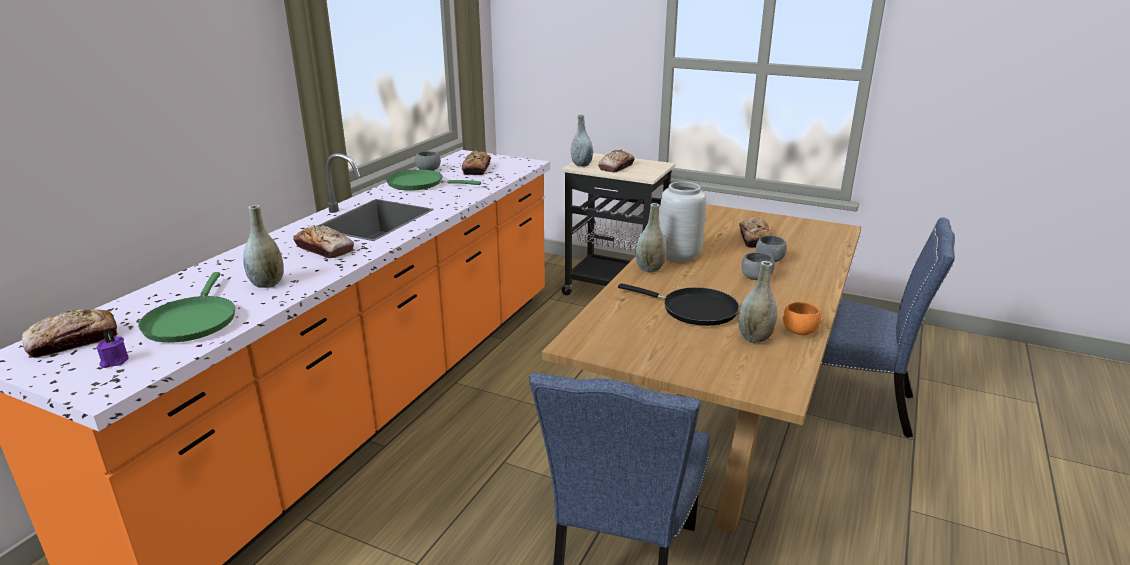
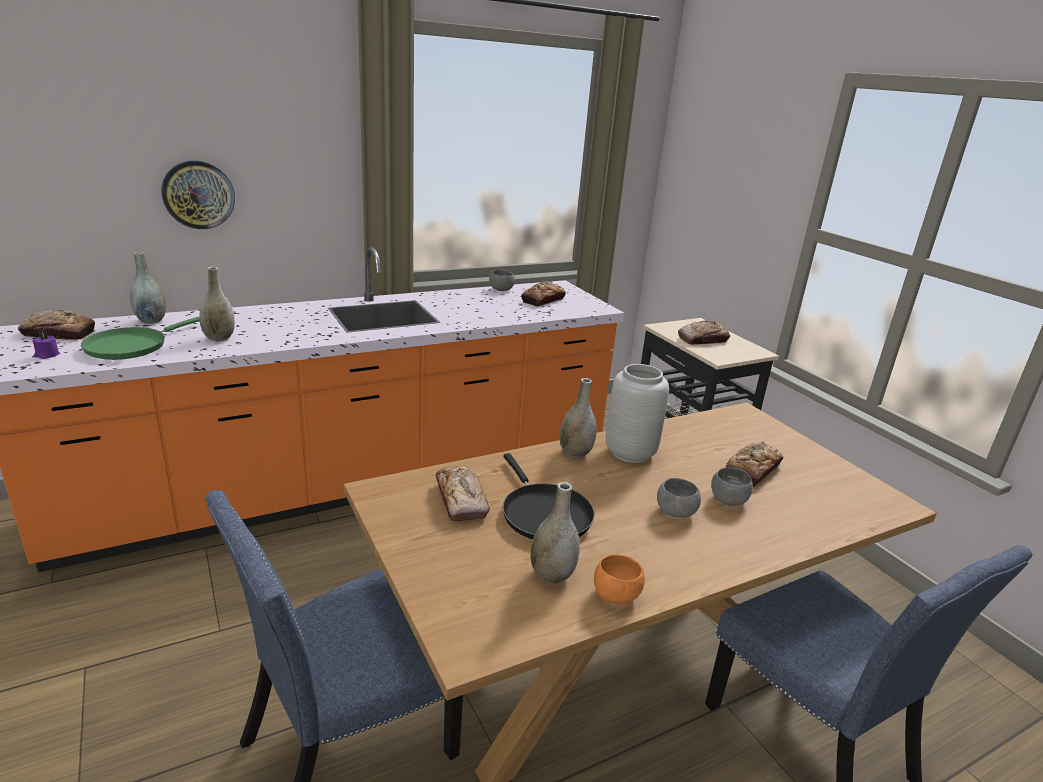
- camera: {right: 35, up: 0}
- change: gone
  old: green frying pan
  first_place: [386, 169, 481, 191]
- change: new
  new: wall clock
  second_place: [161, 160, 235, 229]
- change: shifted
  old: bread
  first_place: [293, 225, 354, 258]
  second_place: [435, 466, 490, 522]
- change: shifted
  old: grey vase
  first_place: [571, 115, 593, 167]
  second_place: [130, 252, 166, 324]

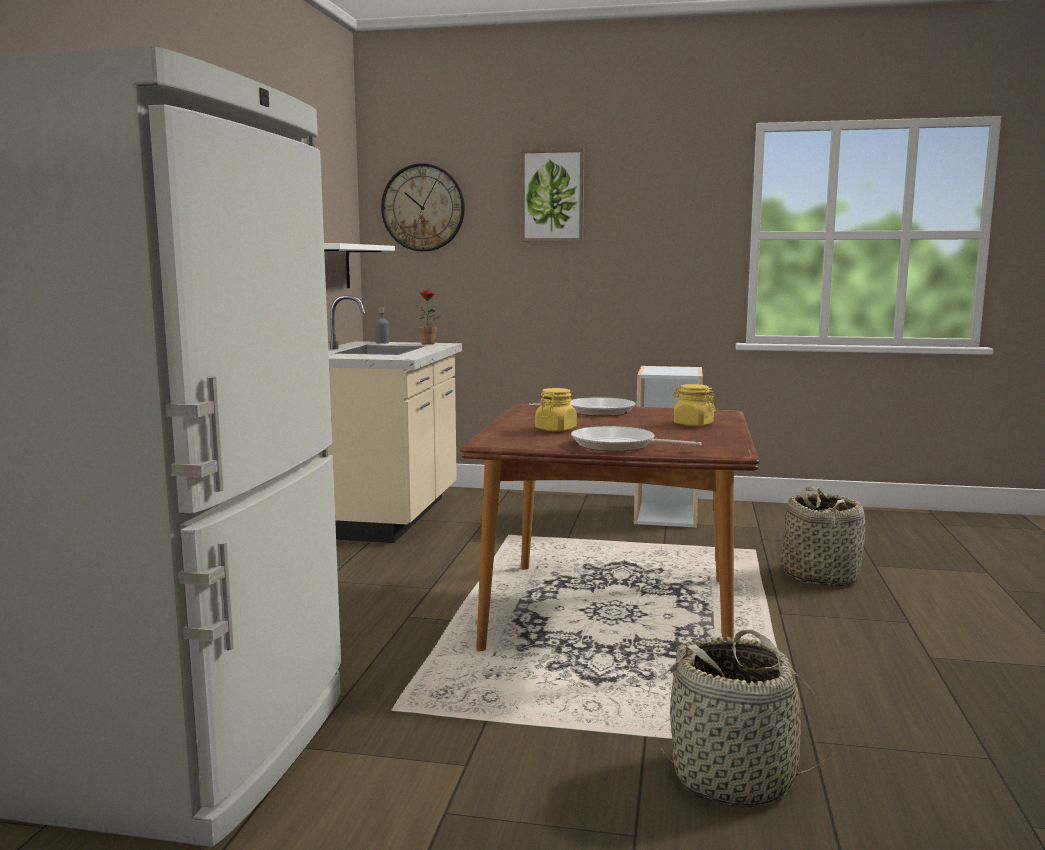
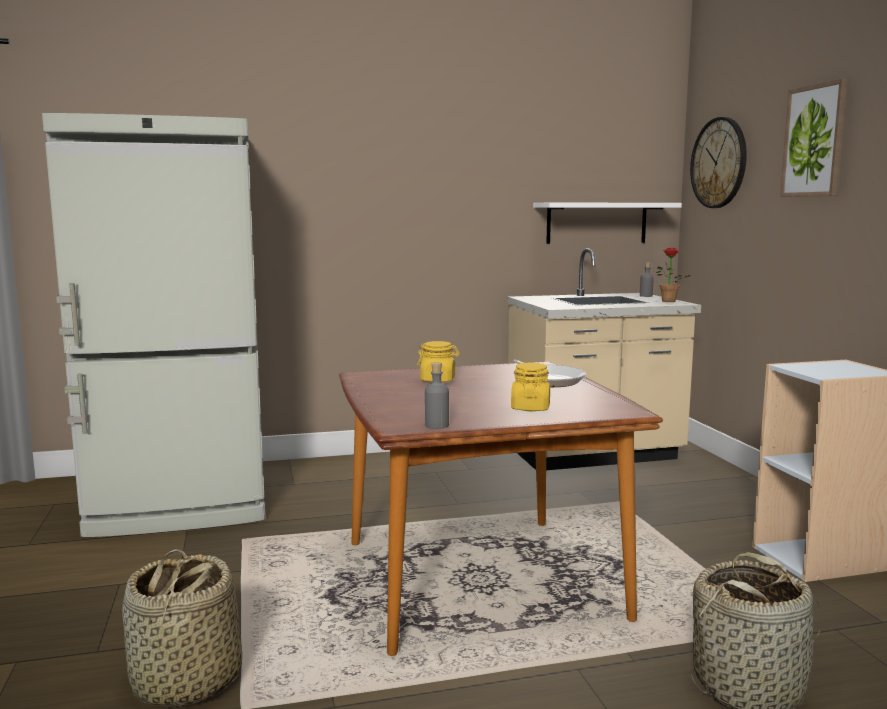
- camera: {right: 65, up: 0}
- change: gone
  old: frying pan
  first_place: [571, 426, 701, 451]
- change: new
  new: grey bottle
  second_place: [425, 362, 449, 429]

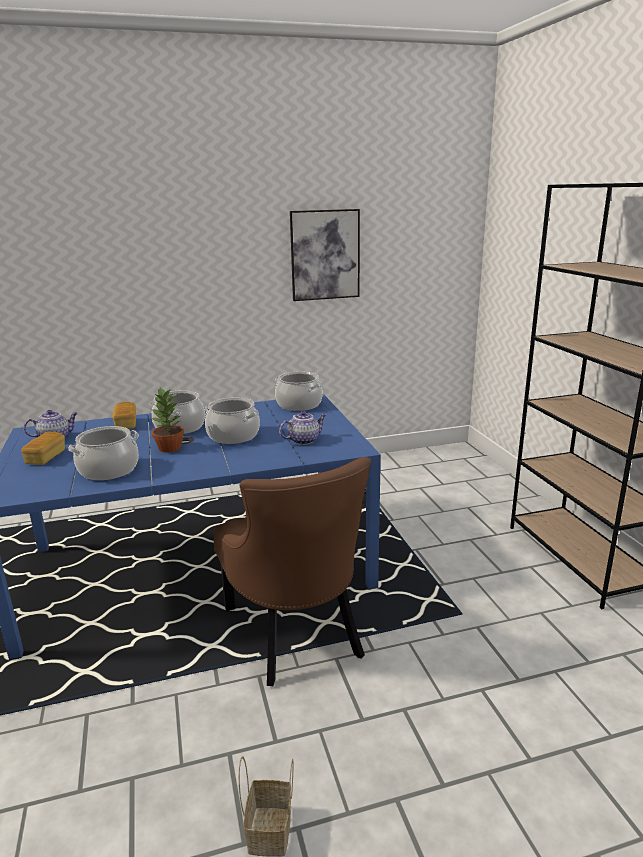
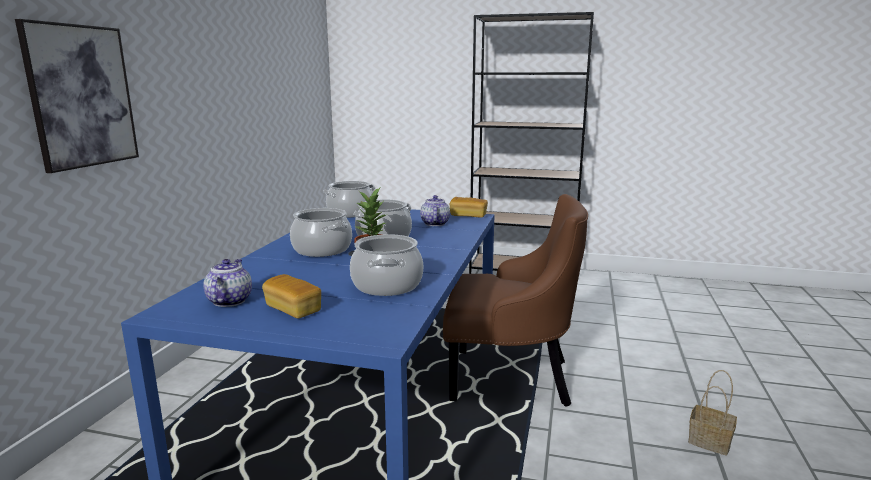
- camera: {right: -60, up: -5}
- change: shifted
  old: bread
  first_place: [112, 402, 136, 429]
  second_place: [450, 197, 488, 218]
- change: shifted
  old: picture
  first_place: [290, 209, 360, 301]
  second_place: [15, 19, 139, 173]

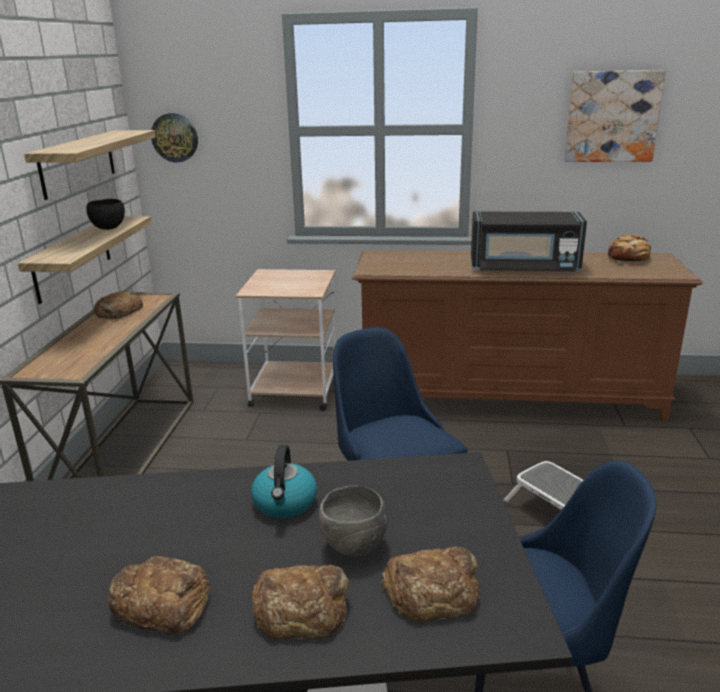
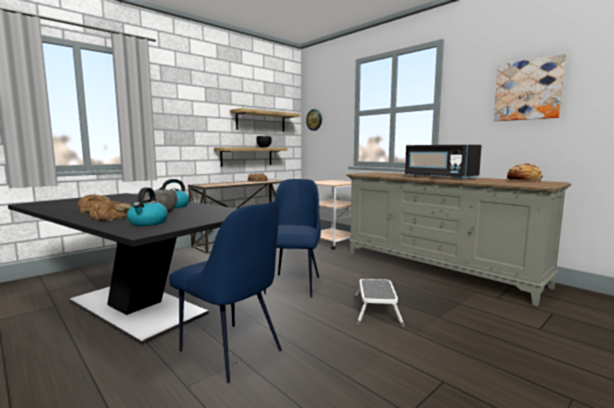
- camera: {right: 40, up: -15}
- change: swapped
  old: bread
  new: kettle
  first_place: [382, 547, 480, 623]
  second_place: [127, 187, 168, 226]
- change: repainted
  old: brown cabinet
  new: grey cabinet
  first_place: [352, 251, 703, 422]
  second_place: [346, 172, 571, 306]

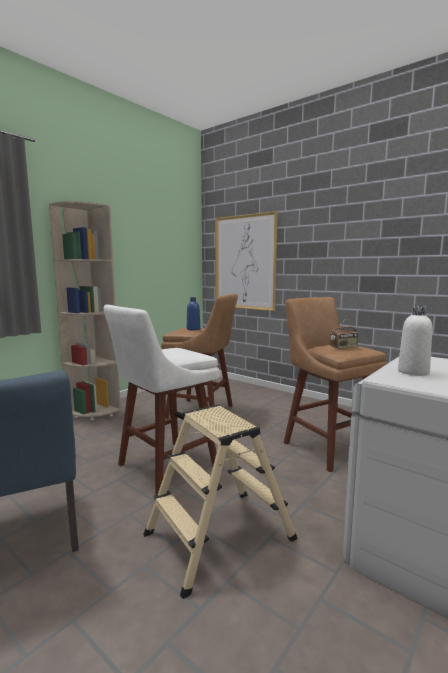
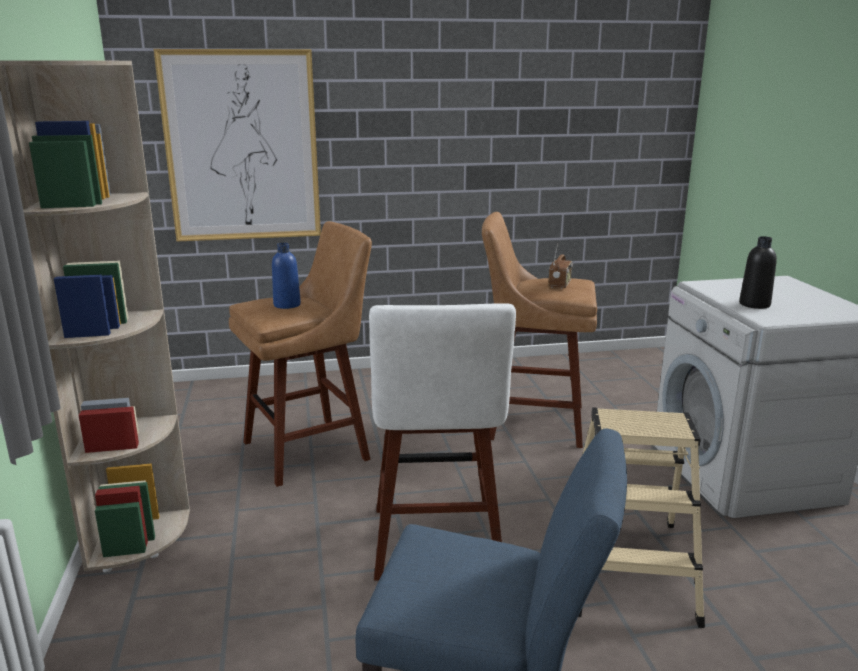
- camera: {right: -50, up: 10}
- change: repainted
  old: white bottle
  new: black bottle
  first_place: [398, 306, 432, 376]
  second_place: [739, 236, 777, 309]

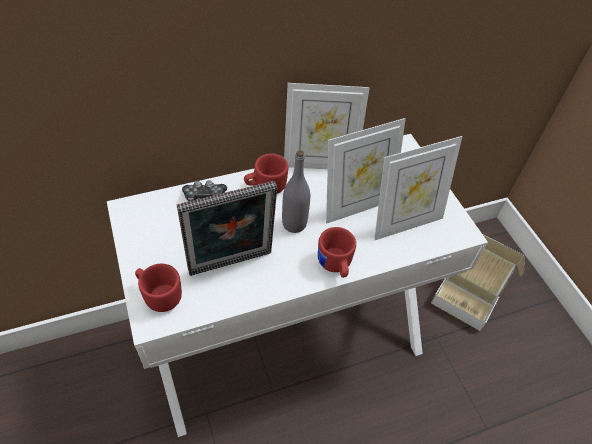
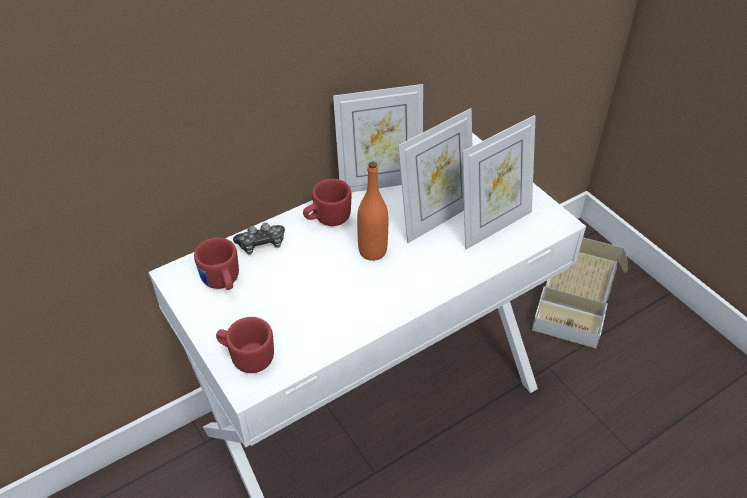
- camera: {right: -10, up: -5}
- change: gone
  old: picture frame
  first_place: [177, 181, 277, 276]
- change: shifted
  old: red mug
  first_place: [318, 227, 356, 278]
  second_place: [194, 237, 239, 290]
- change: repainted
  old: grey bottle
  new: orange bottle
  first_place: [282, 150, 310, 233]
  second_place: [357, 161, 388, 261]

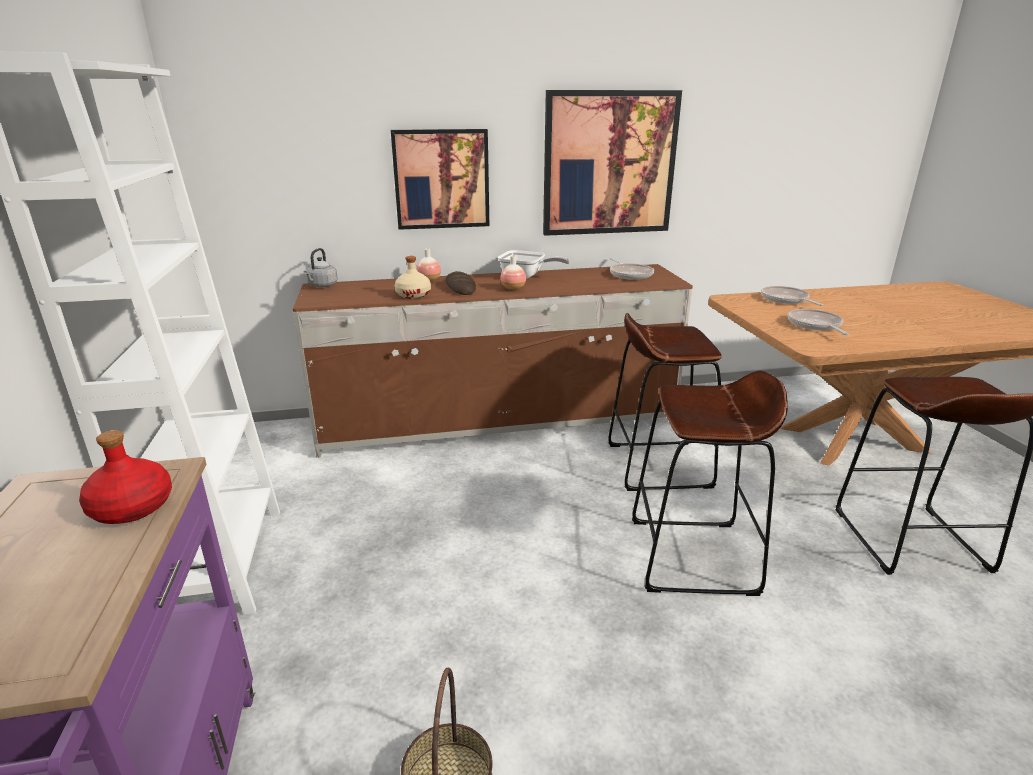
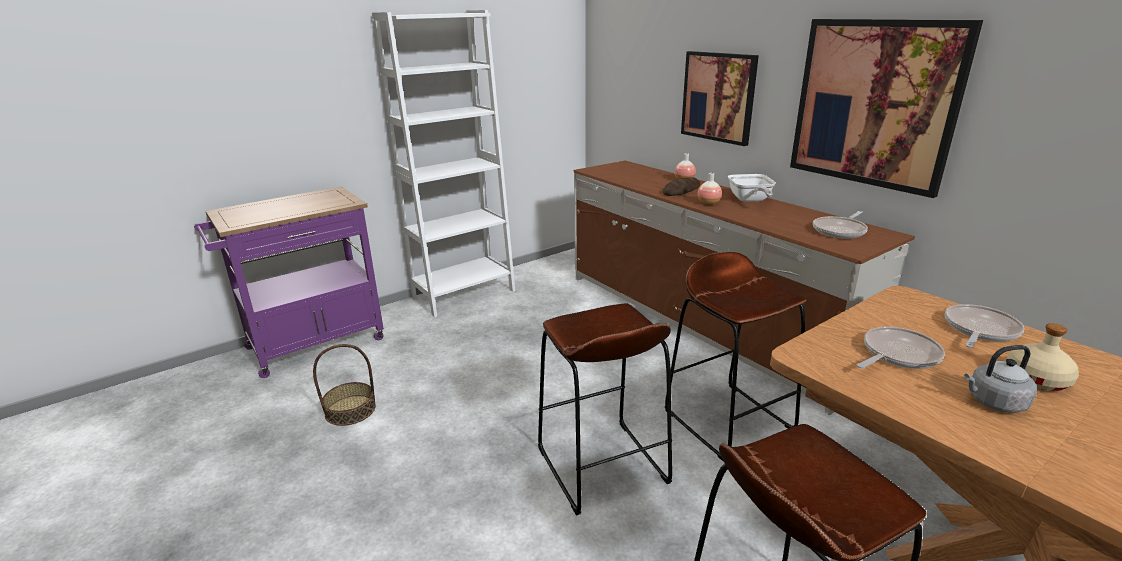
- camera: {right: 65, up: 0}
- change: gone
  old: red bottle
  first_place: [79, 430, 172, 524]
- change: shifted
  old: grey kettle
  first_place: [304, 248, 338, 287]
  second_place: [964, 345, 1037, 413]
- change: shifted
  old: beige bottle
  first_place: [394, 256, 431, 299]
  second_place: [1007, 323, 1079, 391]

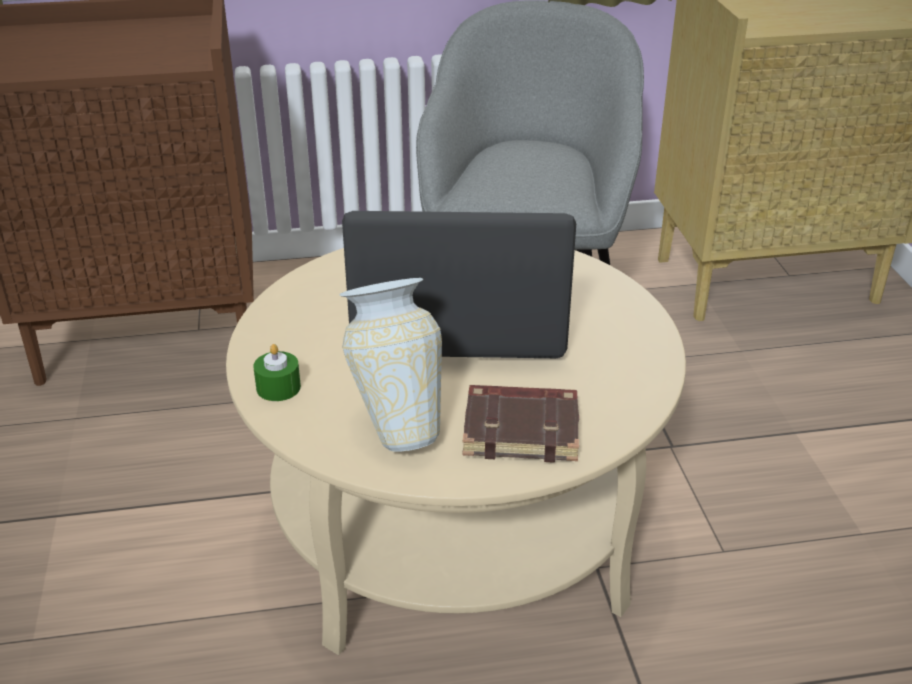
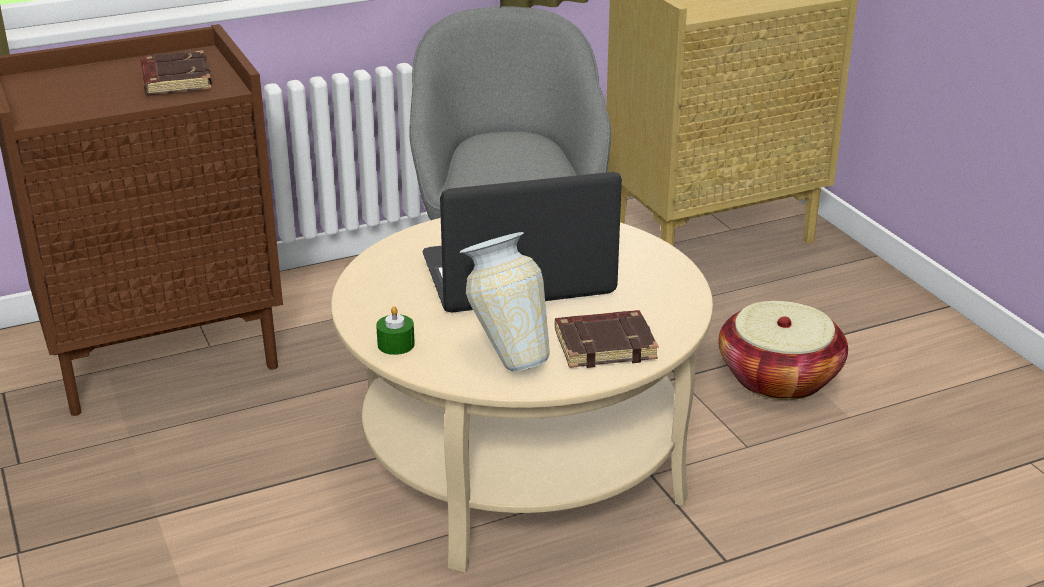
- camera: {right: -15, up: -5}
- change: new
  new: brown book
  second_place: [140, 50, 212, 95]
- change: new
  new: basket
  second_place: [719, 301, 848, 400]

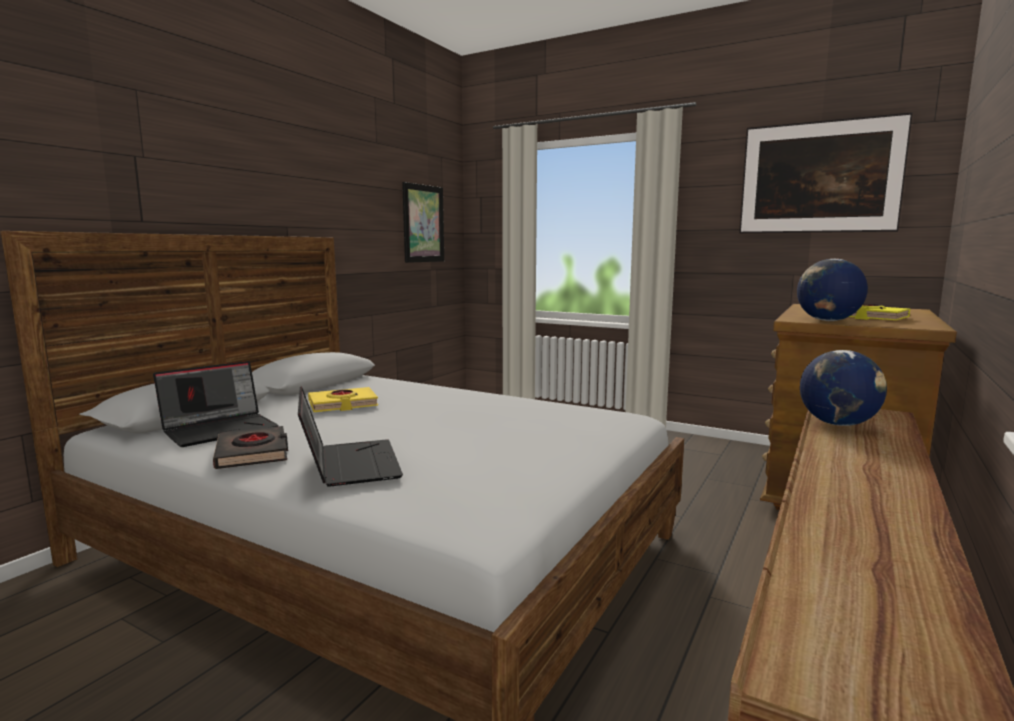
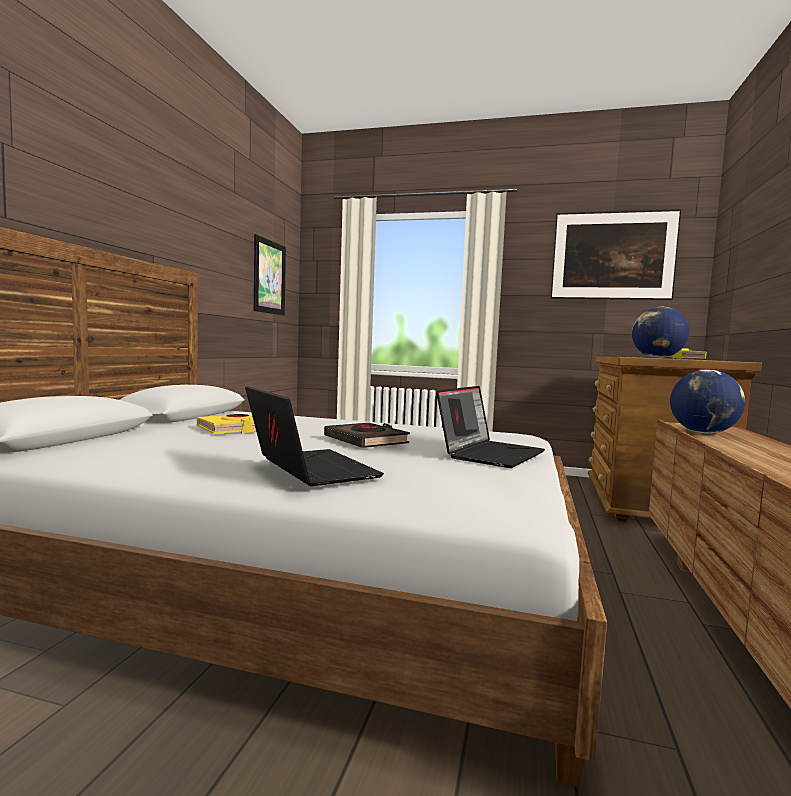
- camera: {right: -15, up: -5}
- change: shifted
  old: laptop
  first_place: [153, 361, 279, 447]
  second_place: [436, 386, 545, 468]
- change: shifted
  old: black book
  first_place: [213, 426, 288, 469]
  second_place: [324, 423, 410, 448]

